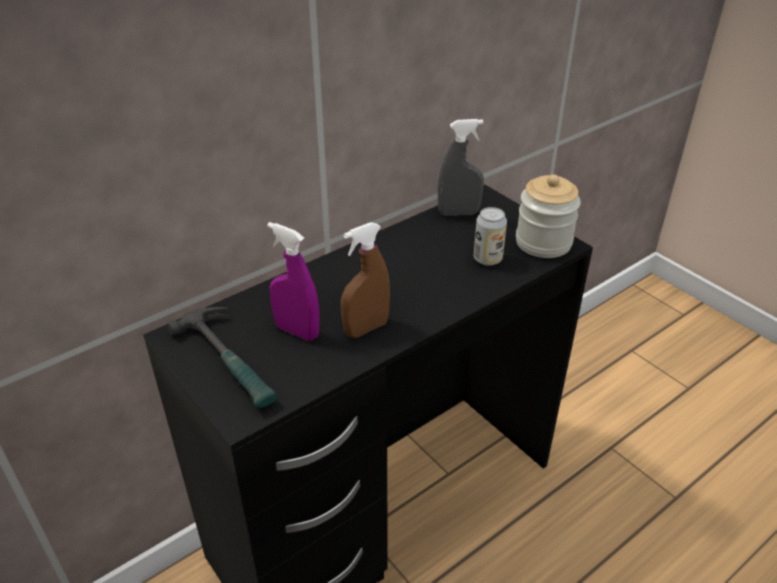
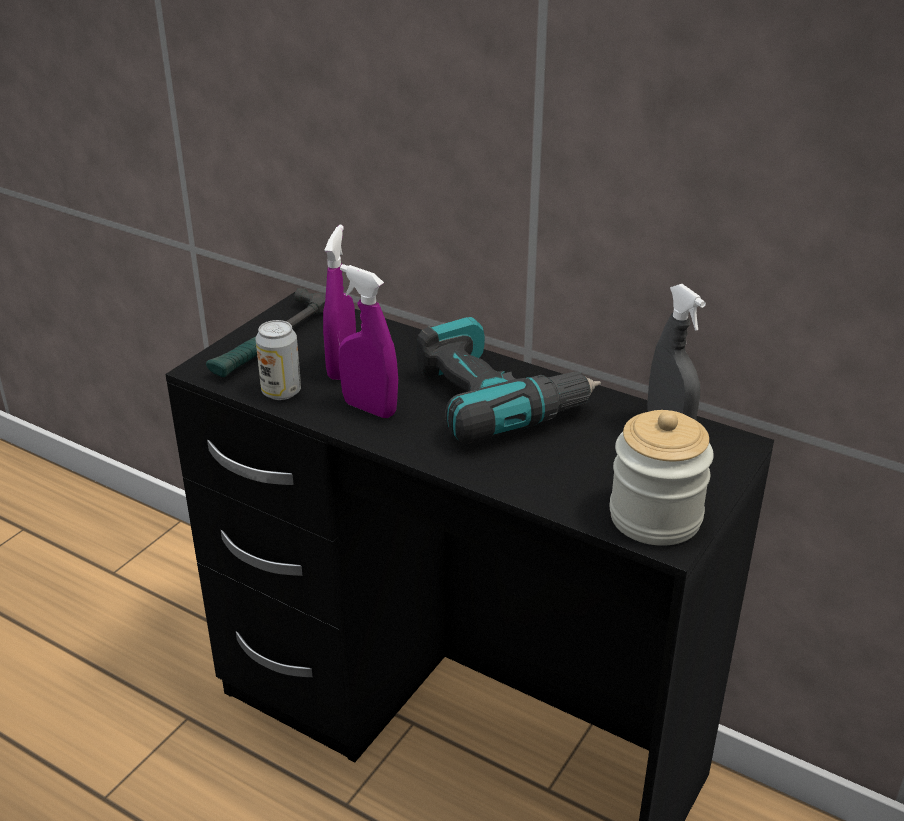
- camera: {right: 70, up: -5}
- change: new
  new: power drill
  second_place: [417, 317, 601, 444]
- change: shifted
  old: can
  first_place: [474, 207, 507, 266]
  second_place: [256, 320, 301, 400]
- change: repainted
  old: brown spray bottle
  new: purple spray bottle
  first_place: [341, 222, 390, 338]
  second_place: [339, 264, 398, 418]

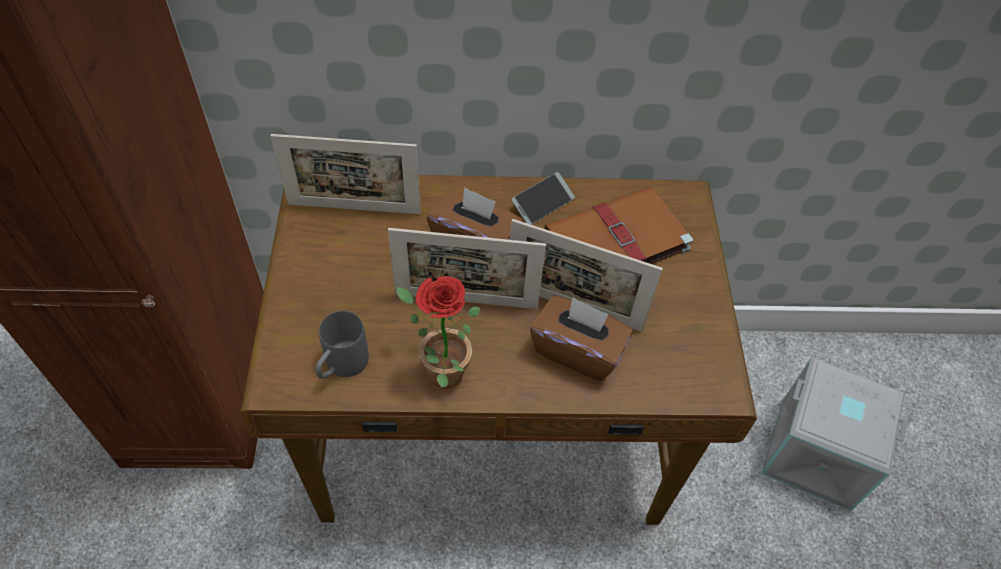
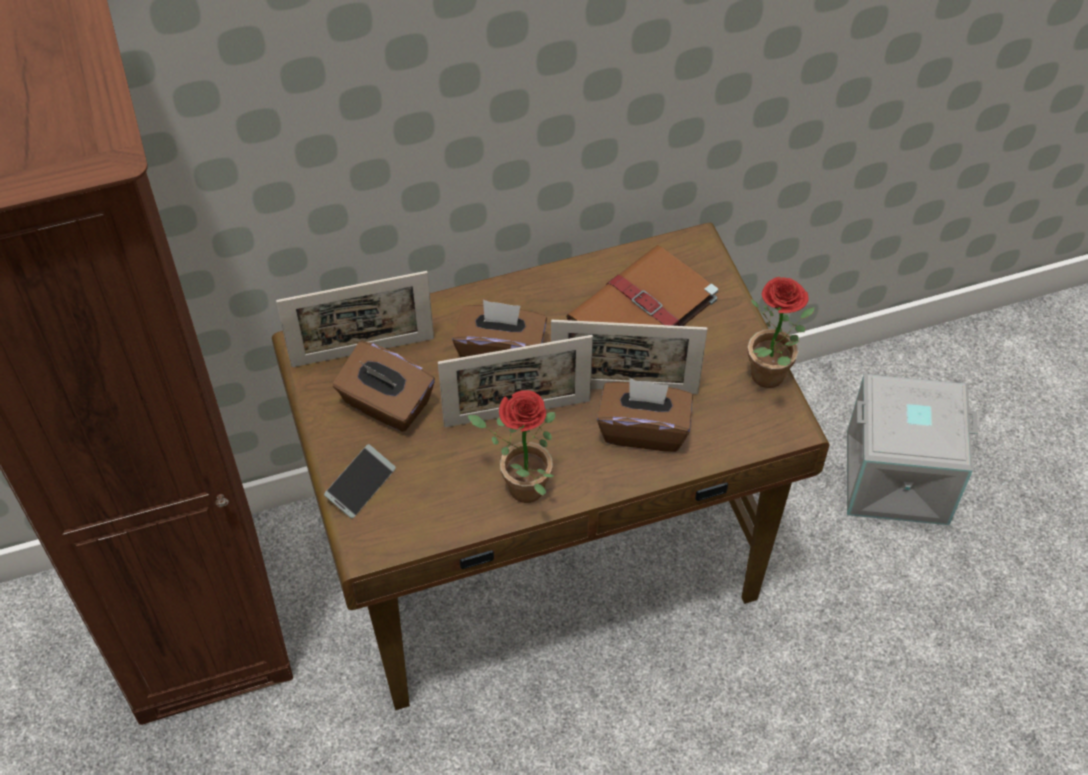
- camera: {right: -15, up: 0}
- change: gone
  old: grey mug
  first_place: [316, 311, 369, 379]
- change: new
  new: brown tissue box
  second_place: [333, 341, 435, 432]
- change: new
  new: potted plant
  second_place: [748, 277, 815, 388]
- change: shifted
  old: phone
  first_place: [511, 172, 575, 225]
  second_place: [324, 444, 396, 519]

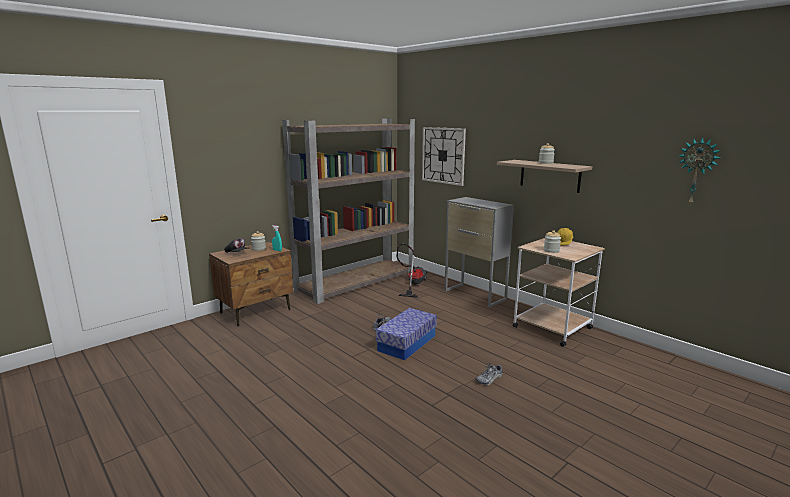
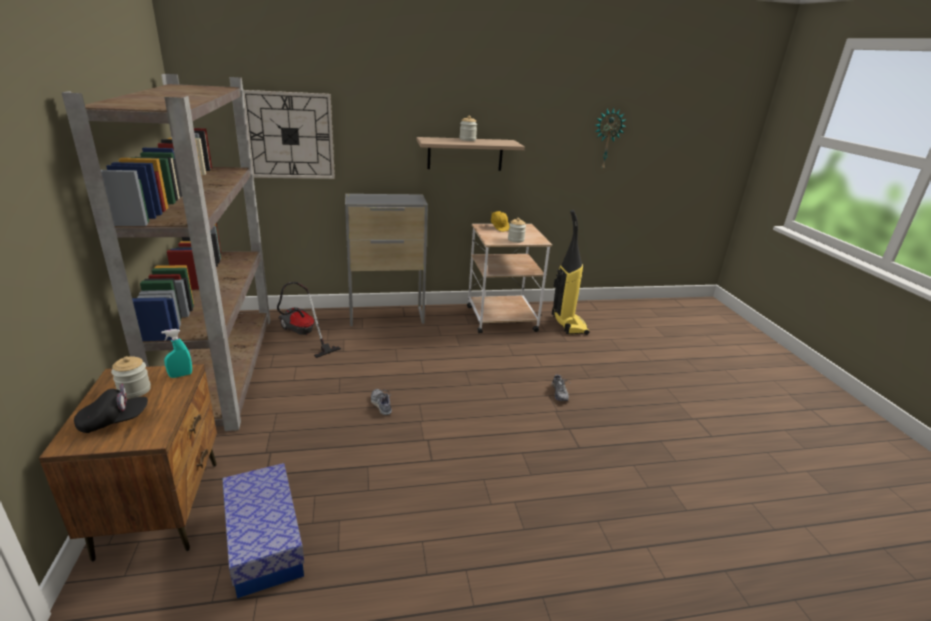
- camera: {right: -60, up: 10}
- change: new
  new: vacuum cleaner
  second_place: [551, 210, 590, 335]
- change: shifted
  old: storage box
  first_place: [376, 308, 437, 360]
  second_place: [222, 463, 304, 598]

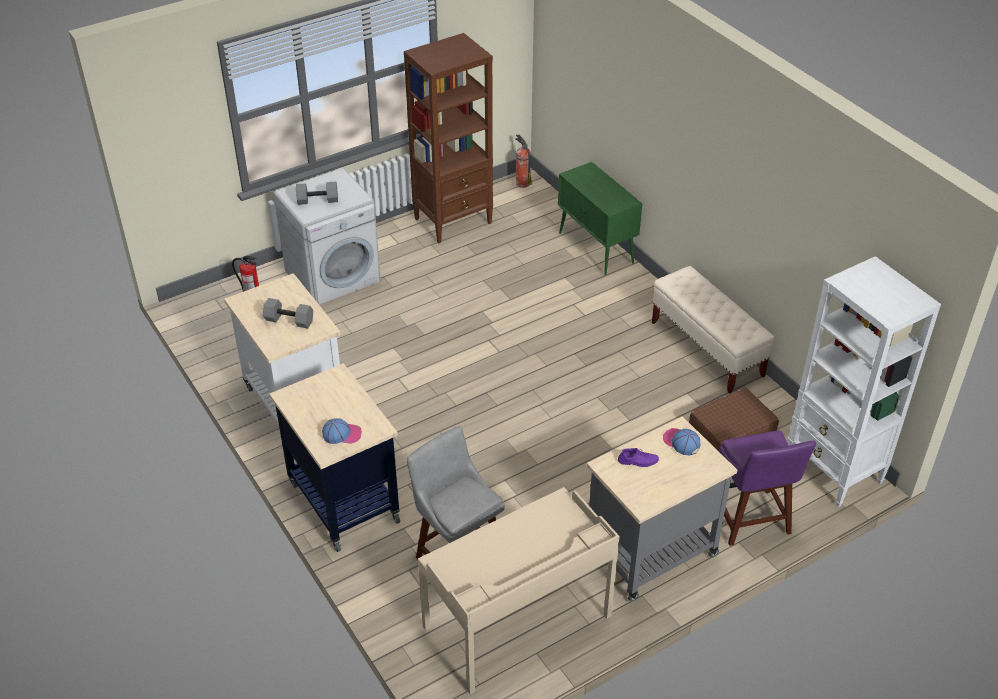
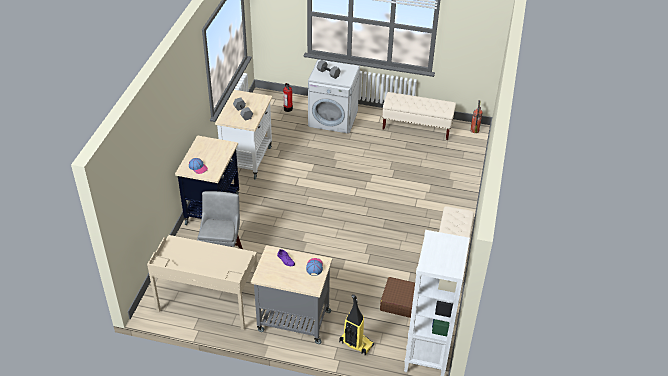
- camera: {right: 45, up: 0}
- change: gone
  old: green cabinet
  first_place: [558, 162, 642, 275]
- change: swapped
  old: brown bookcase
  new: beige bench
  first_place: [404, 33, 493, 243]
  second_place: [382, 92, 456, 140]
- change: swapped
  old: purple chair
  new: vacuum cleaner
  first_place: [719, 431, 816, 546]
  second_place: [339, 294, 374, 355]

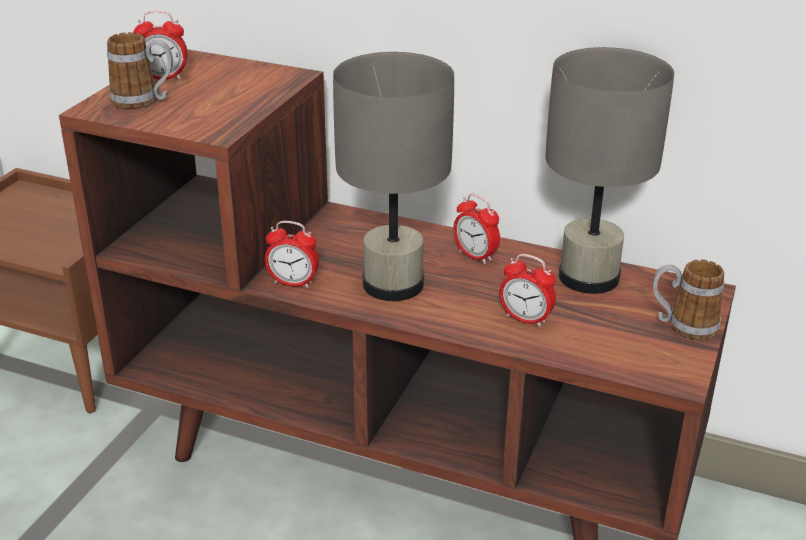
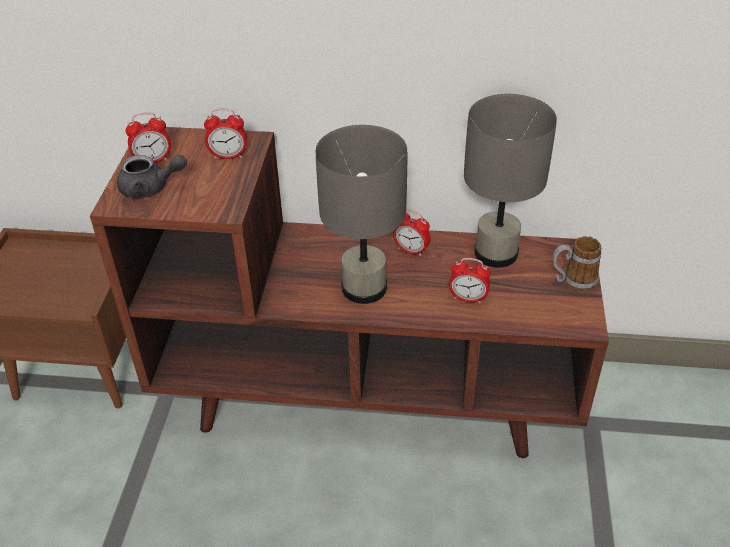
- camera: {right: -15, up: 10}
- change: shifted
  old: alarm clock
  first_place: [265, 221, 319, 288]
  second_place: [204, 109, 247, 159]
- change: swapped
  old: mug
  new: grey teapot
  first_place: [107, 32, 173, 109]
  second_place: [117, 155, 187, 198]

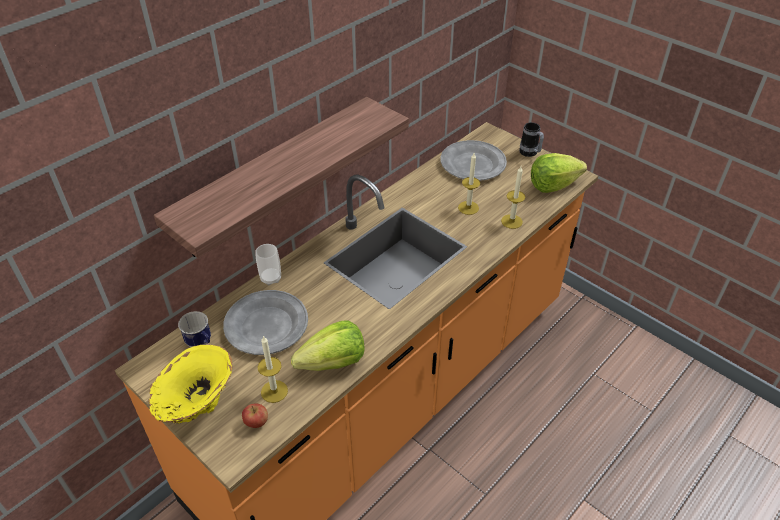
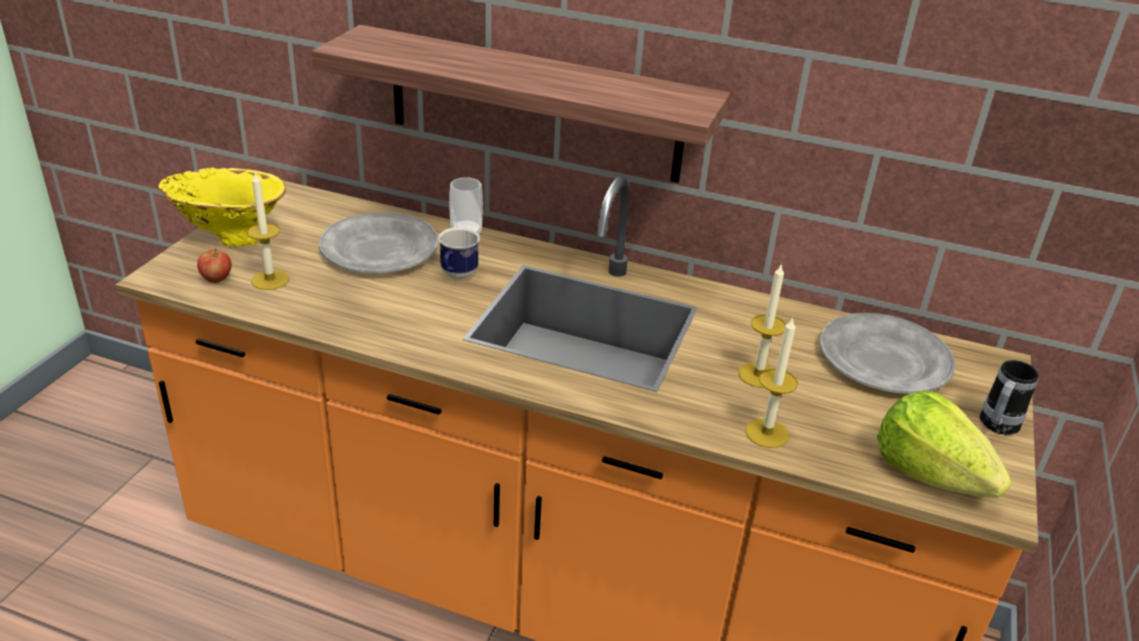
- camera: {right: 65, up: -10}
- change: gone
  old: lettuce
  first_place: [291, 321, 364, 371]
- change: shifted
  old: mug
  first_place: [178, 311, 211, 347]
  second_place: [439, 227, 480, 279]

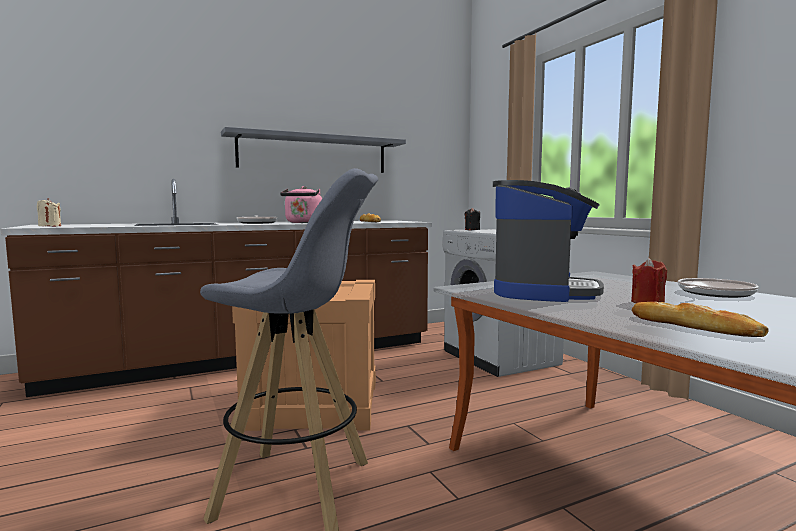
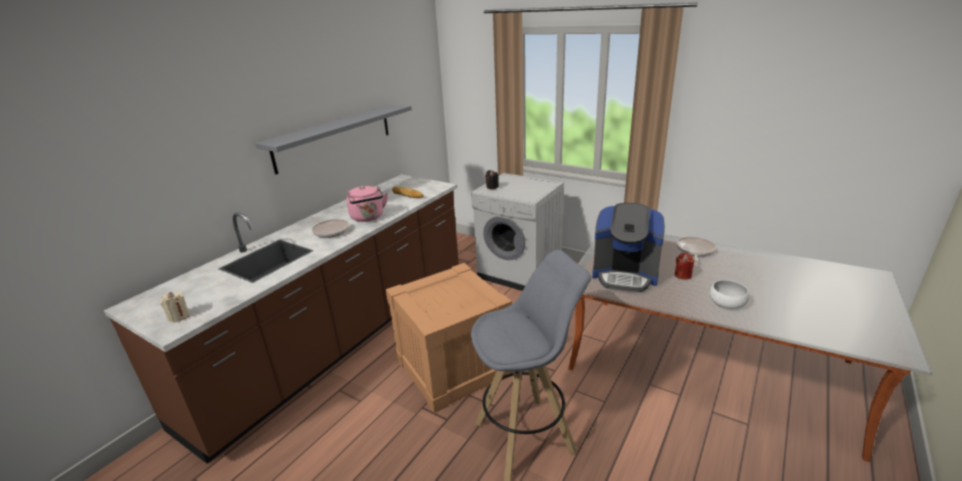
- camera: {right: -30, up: 20}
- change: swapped
  old: bread
  new: white bowl
  first_place: [632, 302, 769, 337]
  second_place: [710, 280, 749, 309]
- change: rotated
  old: coffee machine
  first_place: [493, 180, 604, 302]
  second_place: [592, 203, 665, 292]
  degrees: 120

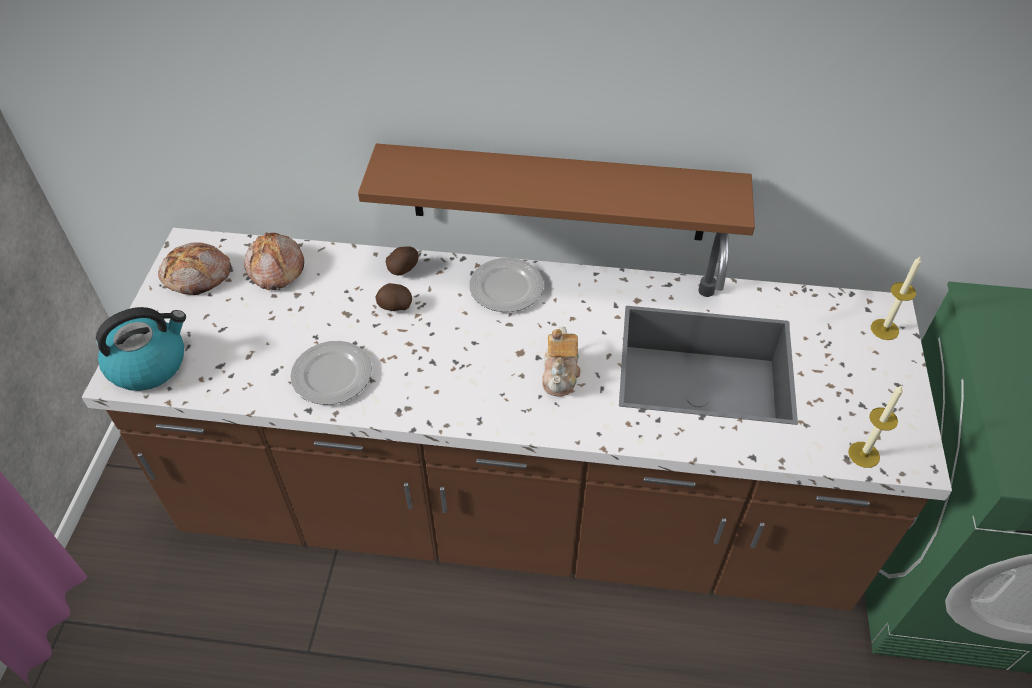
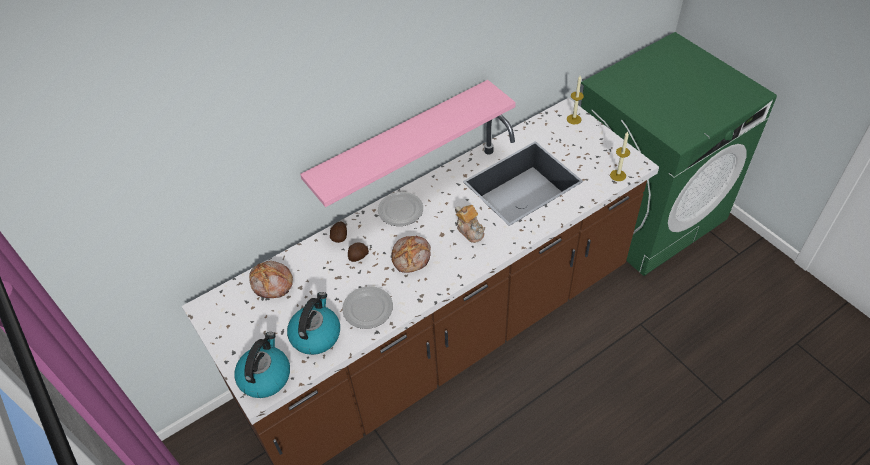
- camera: {right: -40, up: 0}
- change: new
  new: kettle
  second_place: [287, 292, 340, 355]
- change: shifted
  old: bread
  first_place: [158, 242, 231, 295]
  second_place: [392, 236, 431, 273]
- change: repainted
  old: brown shelf
  new: pink shelf
  first_place: [358, 143, 755, 241]
  second_place: [300, 80, 516, 207]

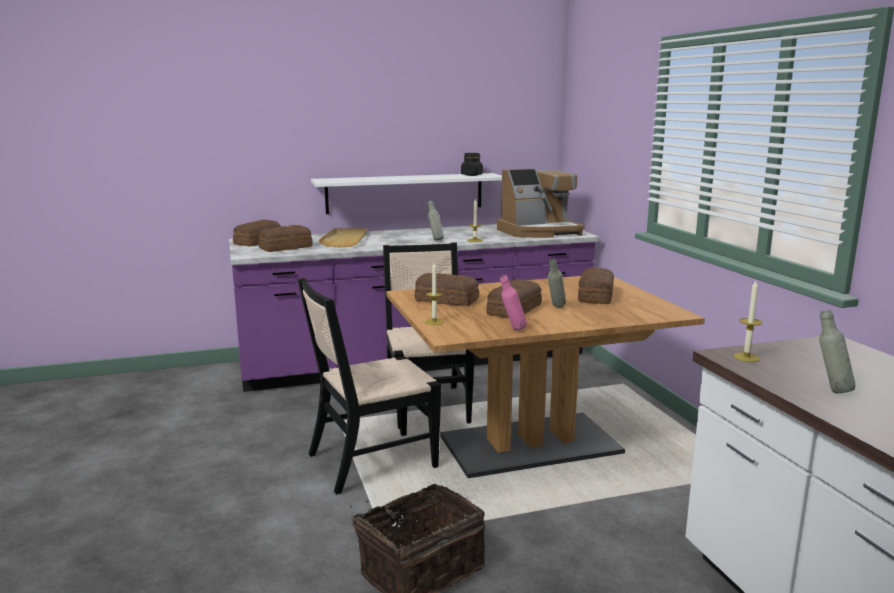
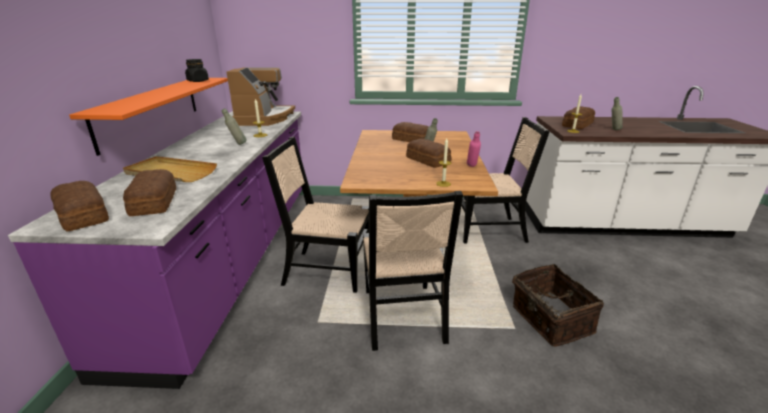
- camera: {right: -70, up: 10}
- change: new
  new: chair
  second_place: [461, 117, 550, 243]
- change: shifted
  old: bread
  first_place: [415, 273, 479, 306]
  second_place: [562, 106, 595, 129]
- change: repainted
  old: white shelf
  new: orange shelf
  first_place: [311, 173, 502, 214]
  second_place: [69, 78, 228, 156]

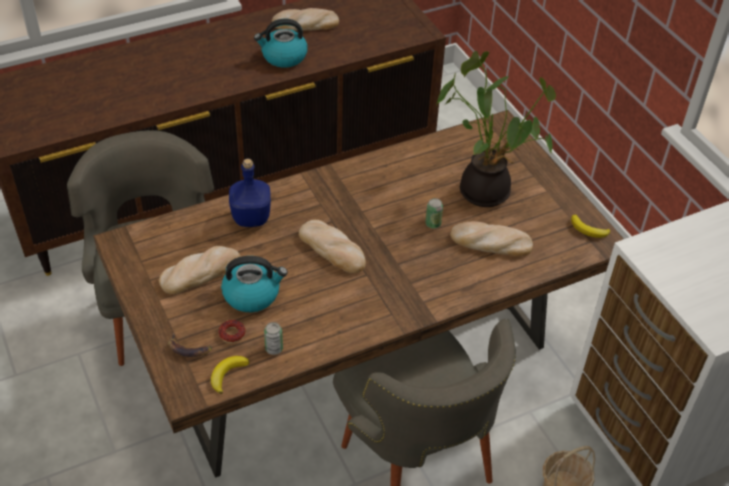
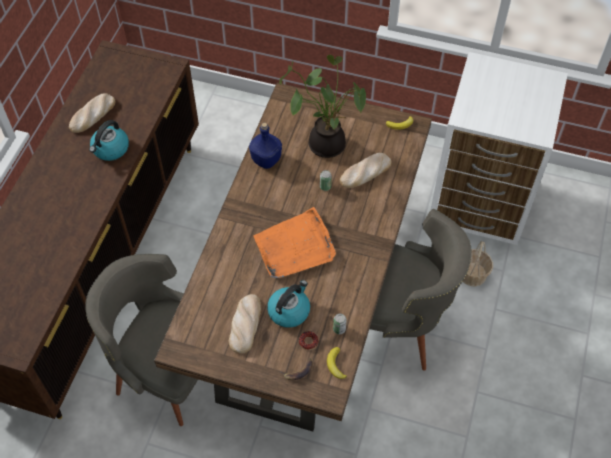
- camera: {right: -45, up: 10}
- change: shifted
  old: blue bottle
  first_place: [229, 159, 271, 227]
  second_place: [249, 123, 282, 169]
- change: swapped
  old: bread
  new: orange tray
  first_place: [299, 220, 366, 273]
  second_place: [253, 207, 336, 278]

